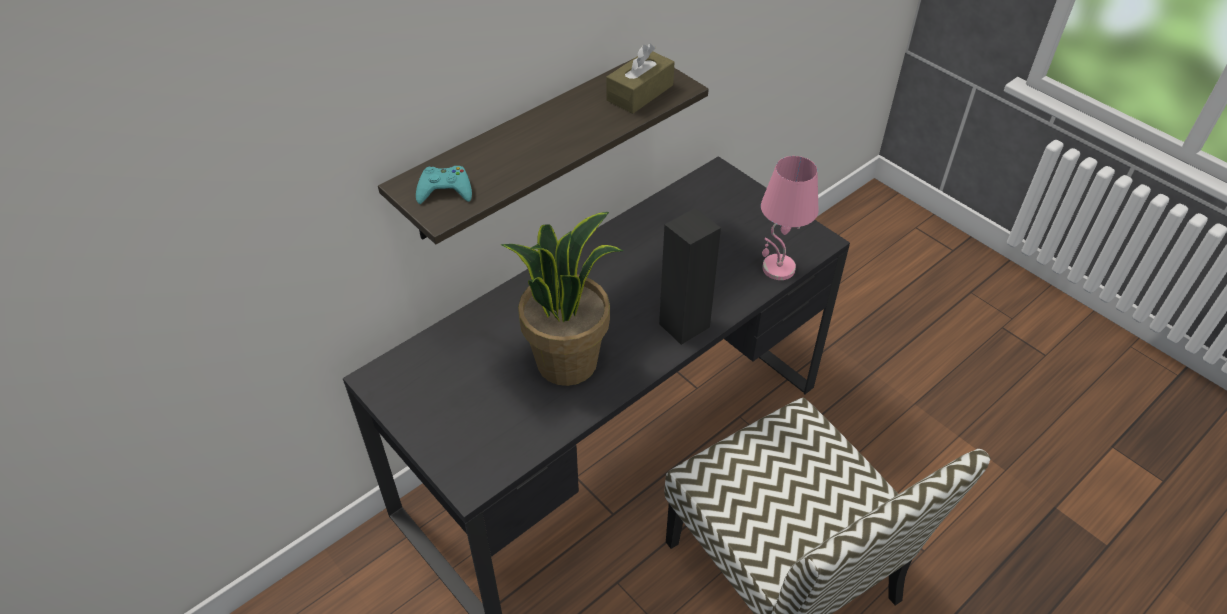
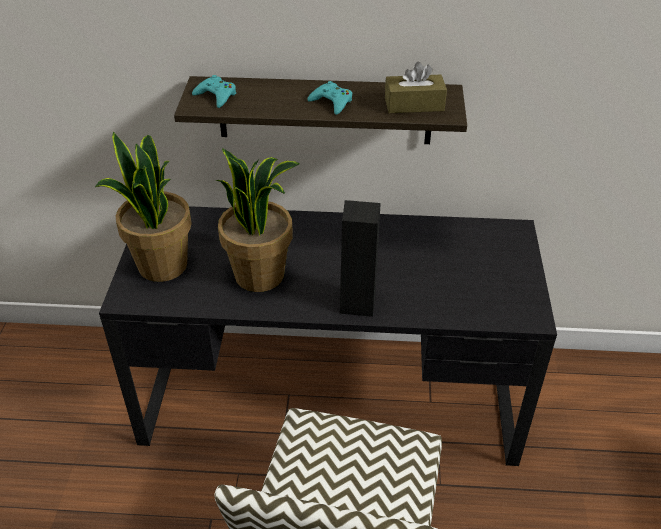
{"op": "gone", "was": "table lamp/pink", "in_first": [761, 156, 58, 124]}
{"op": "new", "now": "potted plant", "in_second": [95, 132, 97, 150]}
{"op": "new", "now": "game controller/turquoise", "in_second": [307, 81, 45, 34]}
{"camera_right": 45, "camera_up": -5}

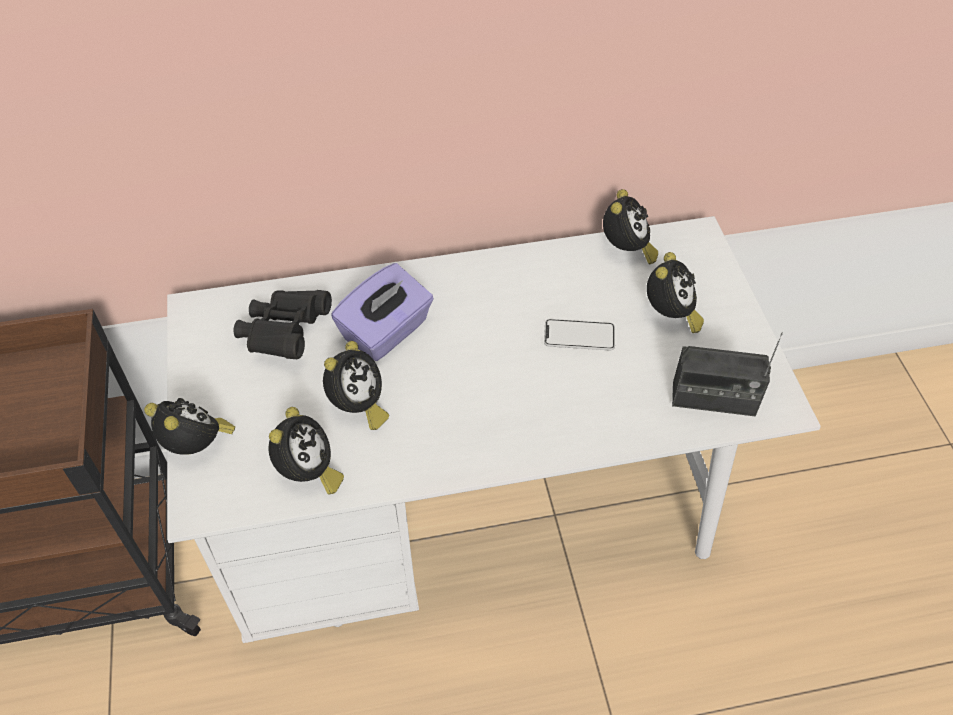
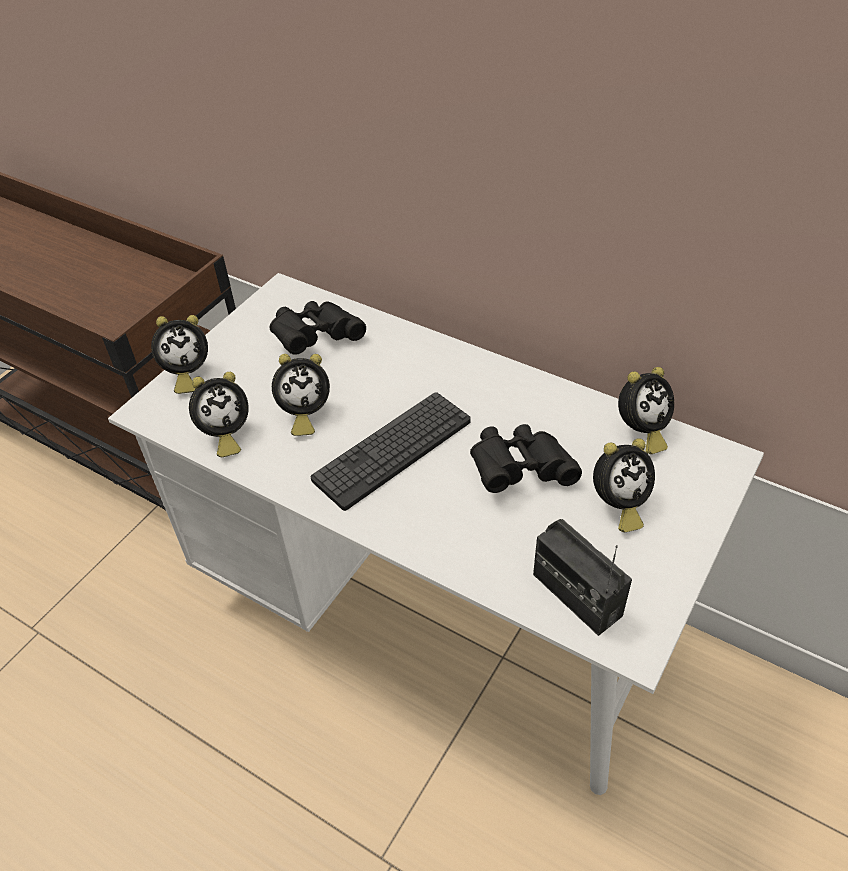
{"op": "rotated", "was": "alarm clock", "in_first": [144, 398, 91, 57], "in_second": [151, 315, 57, 79], "clockwise": 75}
{"op": "gone", "was": "tissue box/purple", "in_first": [331, 263, 103, 98]}
{"op": "swapped", "was": "phone", "now": "binoculars/black", "in_first": [544, 319, 71, 31], "in_second": [470, 424, 112, 69]}
{"op": "new", "now": "keyboard", "in_second": [311, 392, 160, 119]}
{"camera_right": 45, "camera_up": -5}

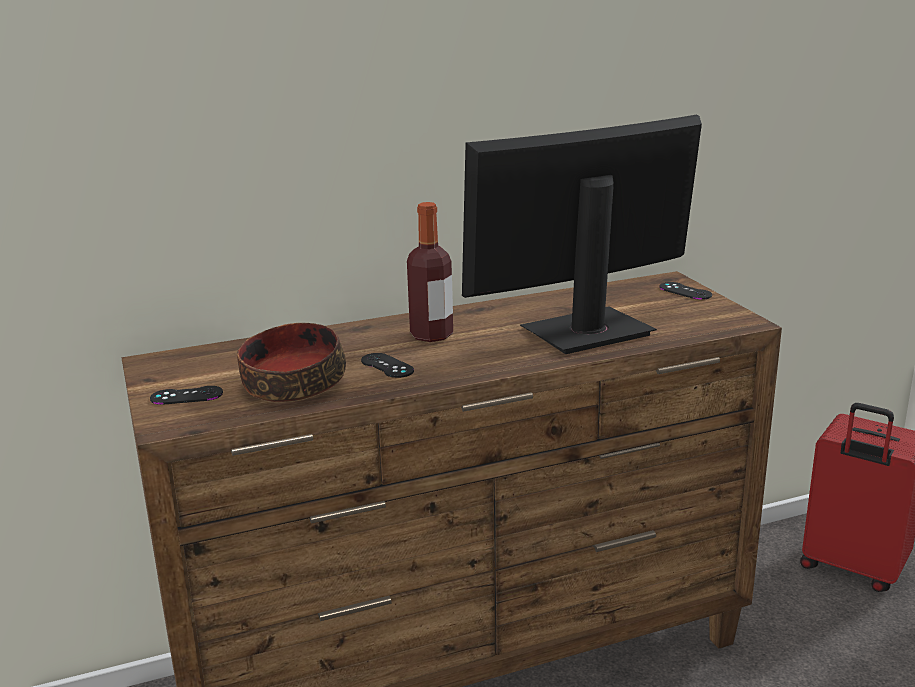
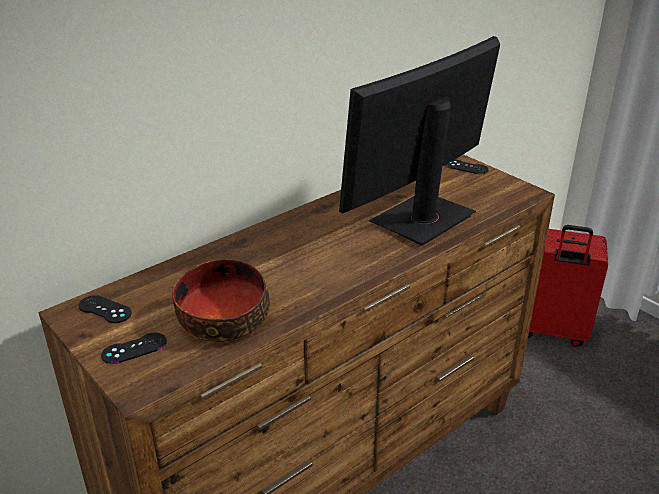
{"op": "shifted", "was": "game controller/black", "in_first": [361, 353, 53, 25], "in_second": [78, 295, 54, 28]}
{"op": "gone", "was": "bottle", "in_first": [407, 202, 46, 140]}
{"camera_right": -20, "camera_up": 10}

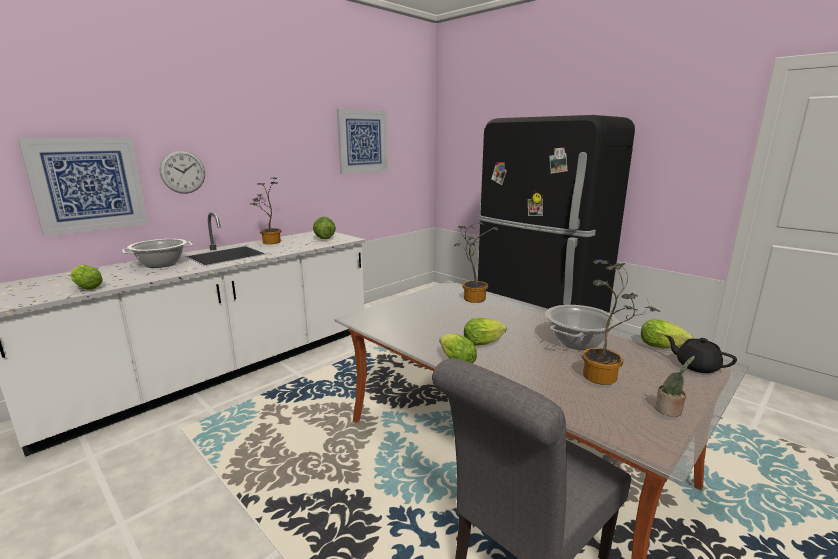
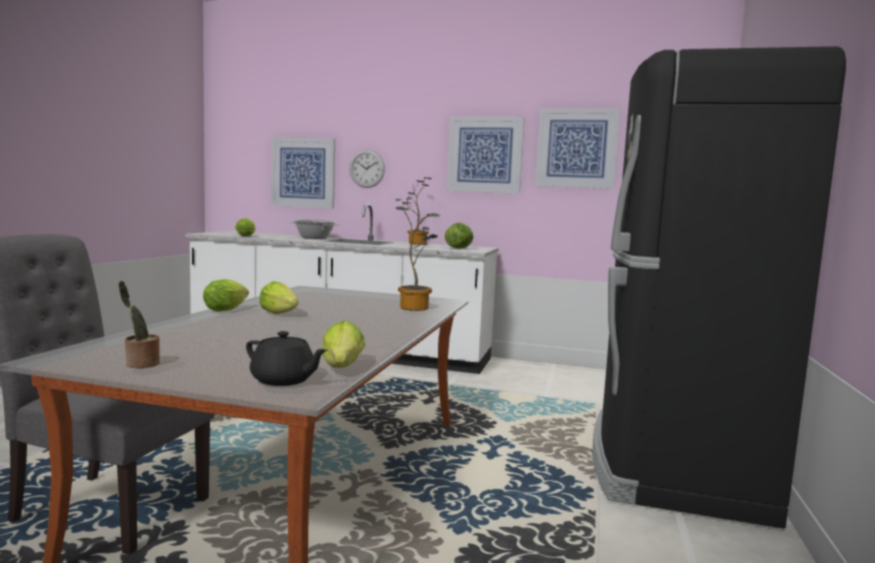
{"op": "gone", "was": "cooking pot", "in_first": [546, 305, 72, 45]}
{"op": "gone", "was": "potted plant", "in_first": [582, 260, 79, 125]}
{"op": "rotated", "was": "teapot/black", "in_first": [665, 335, 72, 38], "in_second": [246, 331, 81, 55], "clockwise": 105}
{"op": "new", "now": "picture", "in_second": [447, 116, 78, 78]}
{"camera_right": 60, "camera_up": -10}

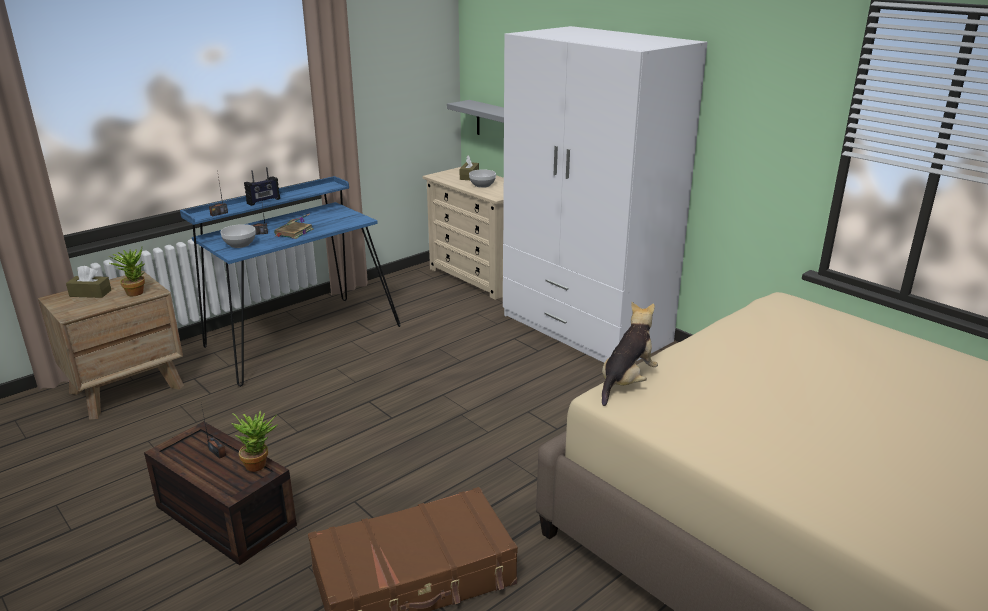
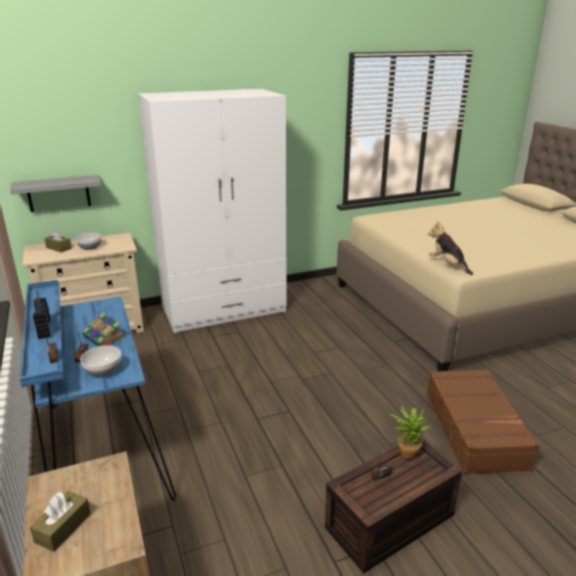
{"op": "gone", "was": "potted plant", "in_first": [109, 247, 36, 49]}
{"camera_right": -70, "camera_up": 0}

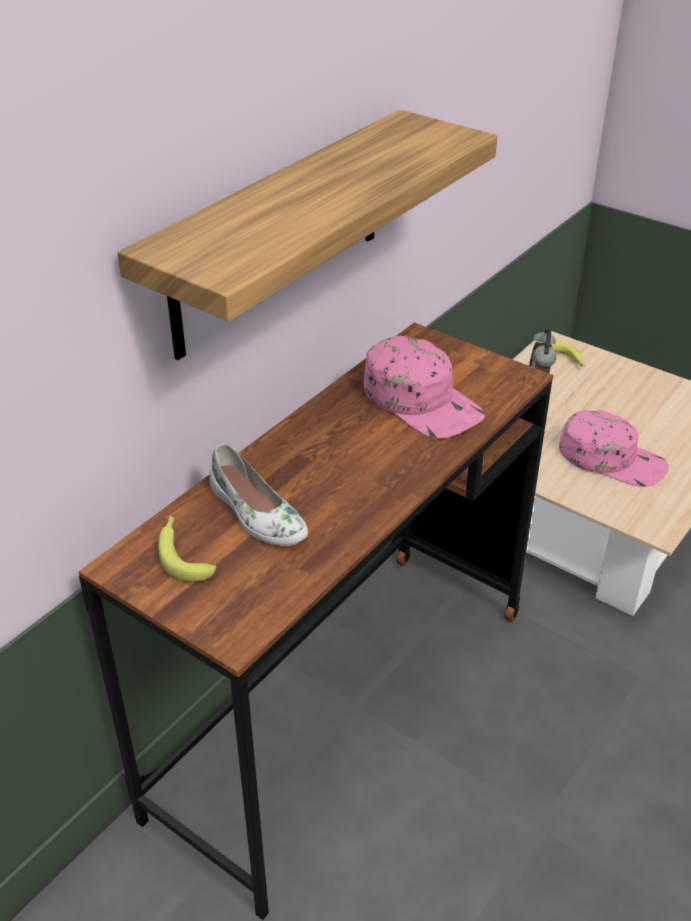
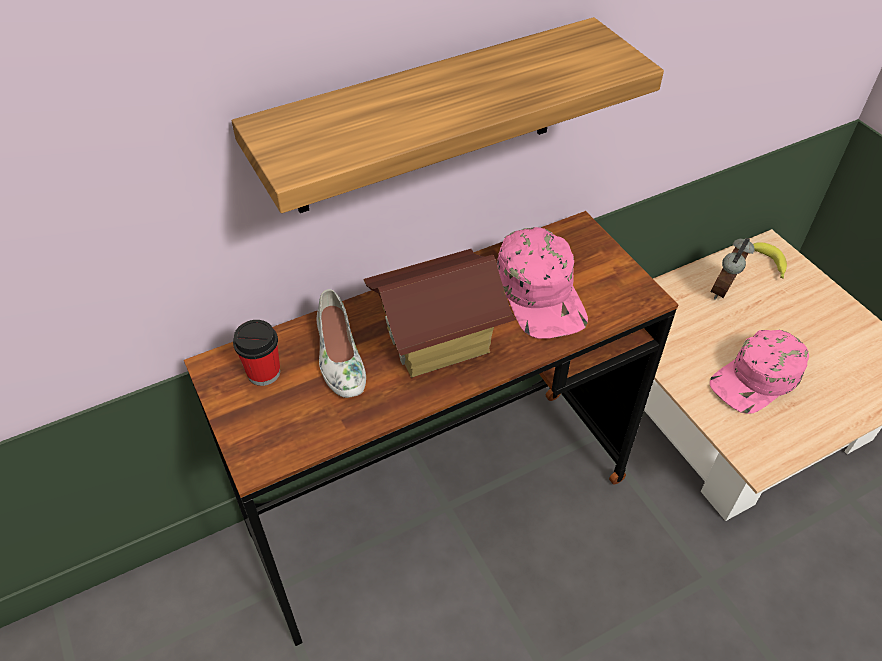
{"op": "swapped", "was": "banana", "now": "cup", "in_first": [158, 515, 58, 67], "in_second": [233, 320, 47, 66]}
{"op": "rotated", "was": "cap/pink", "in_first": [559, 410, 110, 77], "in_second": [710, 330, 99, 84], "clockwise": 90}
{"op": "new", "now": "toy house", "in_second": [363, 249, 153, 129]}
{"camera_right": 25, "camera_up": 10}

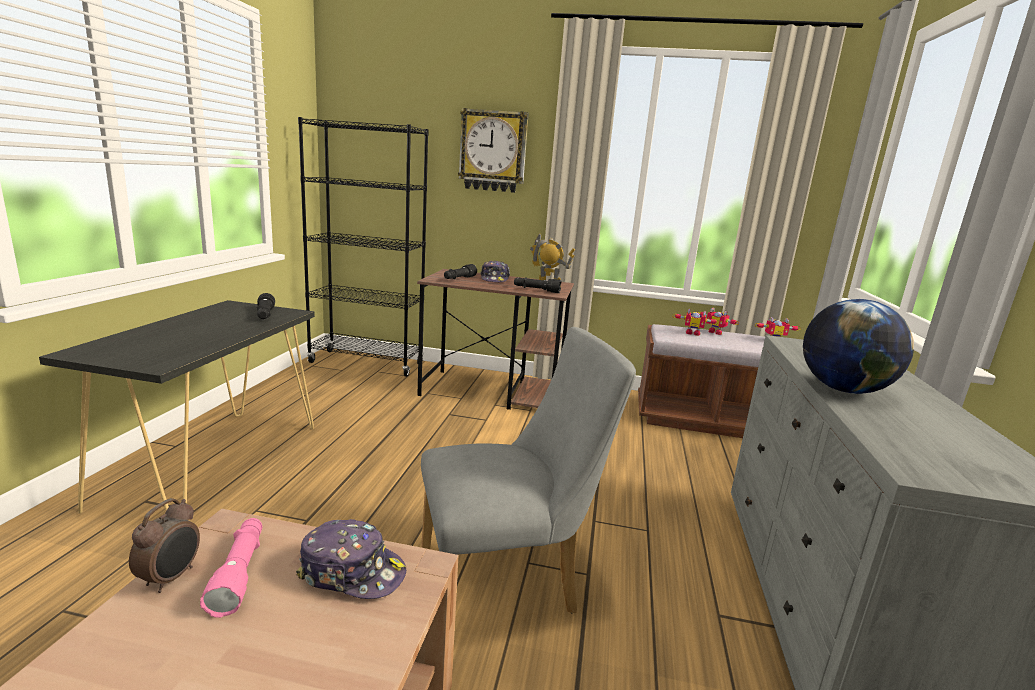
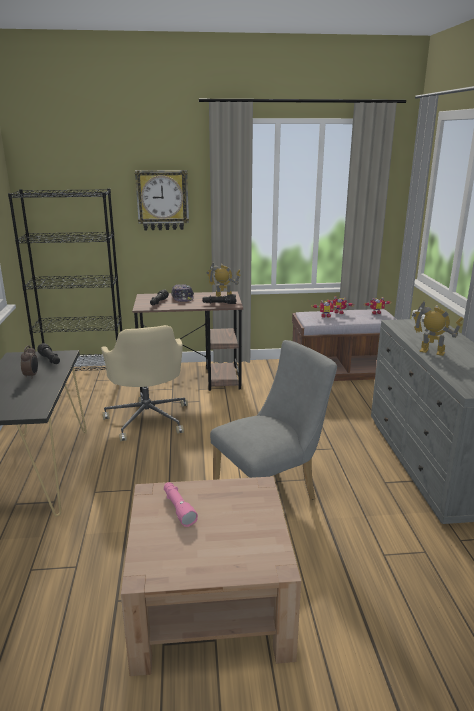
{"op": "shifted", "was": "alarm clock", "in_first": [129, 498, 71, 95], "in_second": [21, 345, 17, 34]}
{"op": "gone", "was": "cap", "in_first": [296, 519, 110, 80]}
{"op": "swapped", "was": "globe", "now": "toy robot", "in_first": [803, 299, 111, 95], "in_second": [412, 301, 52, 55]}
{"op": "new", "now": "office chair/beige", "in_second": [101, 325, 87, 116]}
{"camera_right": -15, "camera_up": 5}

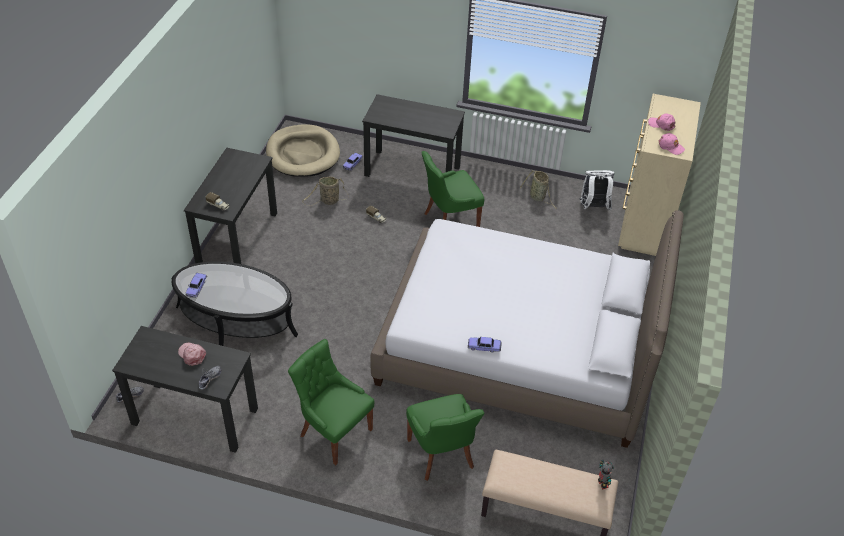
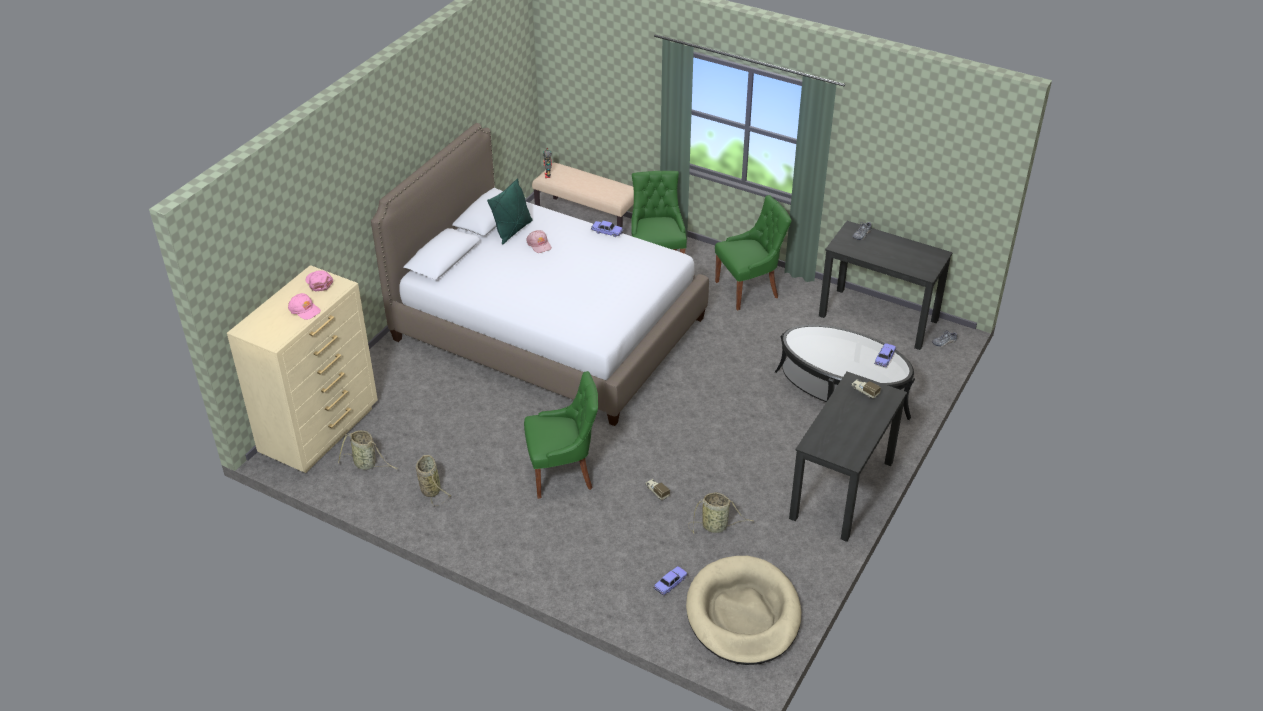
{"op": "shifted", "was": "cap/pink", "in_first": [178, 343, 28, 23], "in_second": [526, 230, 26, 23]}
{"op": "rotated", "was": "chair/green", "in_first": [288, 339, 87, 126], "in_second": [715, 195, 77, 115], "clockwise": -75}
{"op": "gone", "was": "desk/black", "in_first": [362, 94, 103, 83]}
{"op": "swapped", "was": "backpack/white", "now": "basket", "in_first": [579, 170, 35, 41], "in_second": [338, 430, 60, 40]}
{"op": "new", "now": "pillow/green", "in_second": [487, 178, 45, 66]}
{"camera_right": -165, "camera_up": -5}

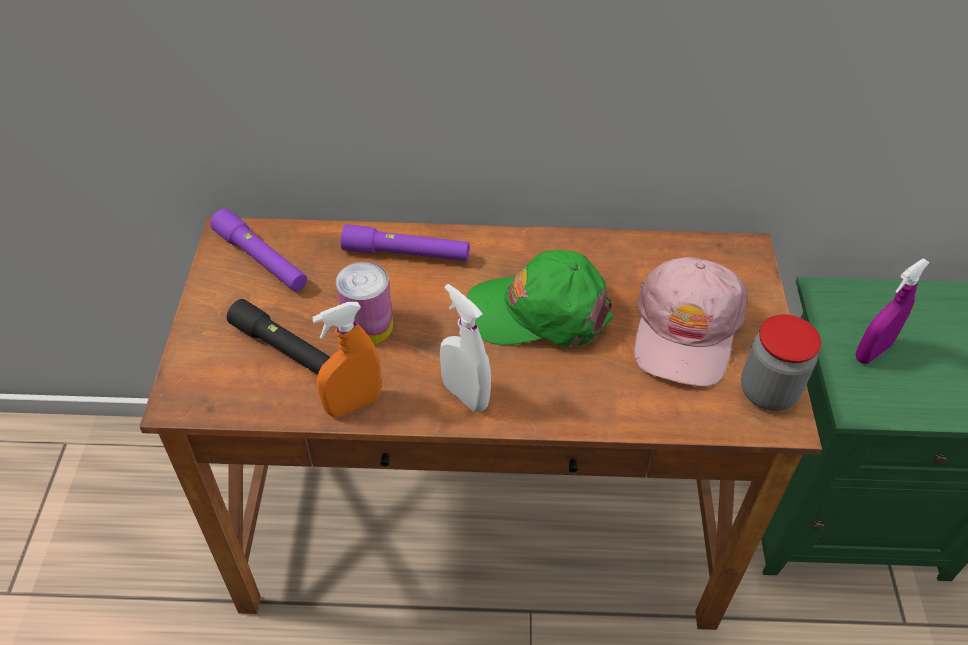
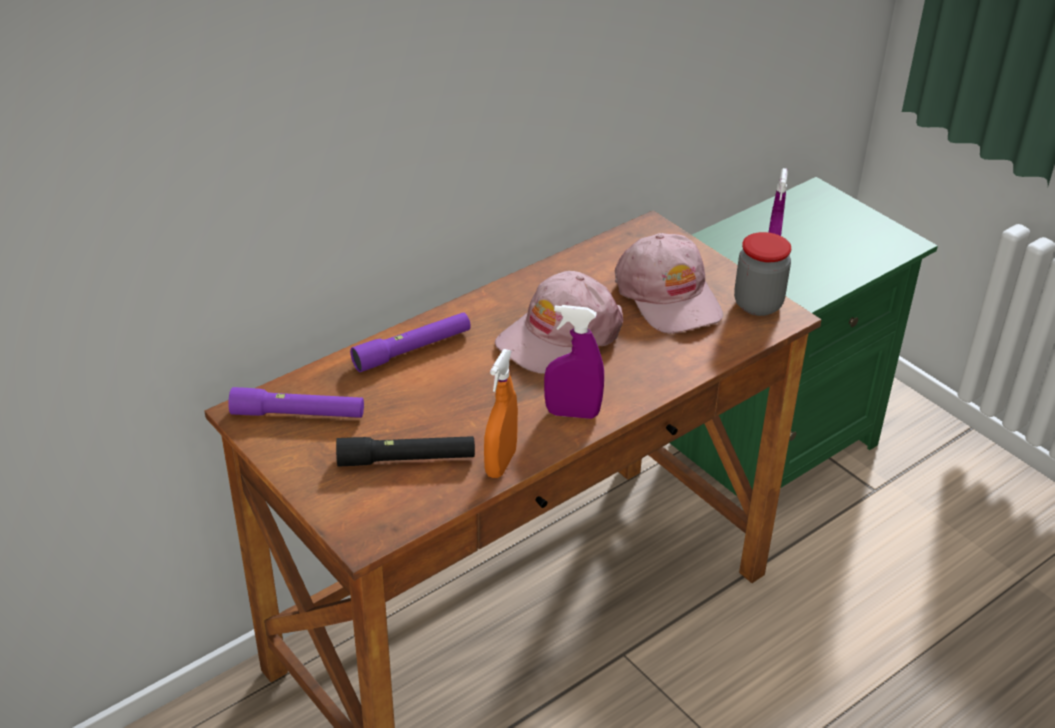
{"op": "gone", "was": "can", "in_first": [336, 262, 57, 83]}
{"op": "repainted", "was": "spray bottle/white", "now": "spray bottle/purple", "in_first": [440, 284, 51, 128], "in_second": [544, 305, 60, 114]}
{"op": "repainted", "was": "cap/green", "now": "cap/pink", "in_first": [467, 250, 146, 97], "in_second": [495, 271, 128, 103]}
{"camera_right": -40, "camera_up": -10}

